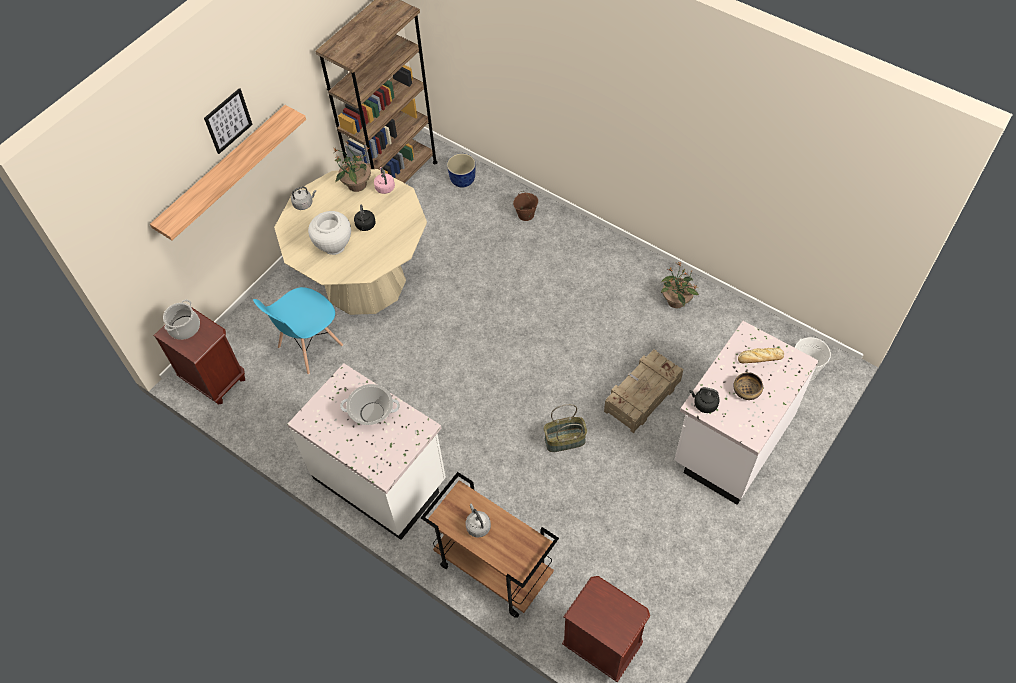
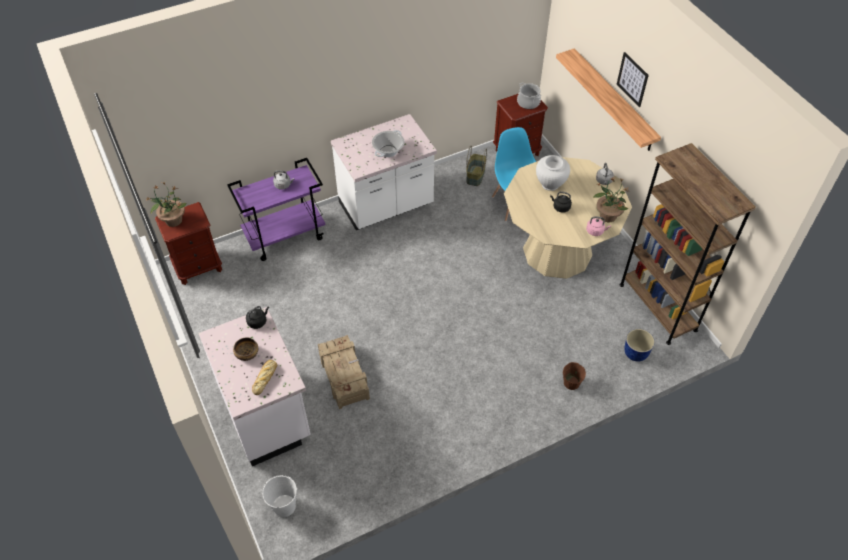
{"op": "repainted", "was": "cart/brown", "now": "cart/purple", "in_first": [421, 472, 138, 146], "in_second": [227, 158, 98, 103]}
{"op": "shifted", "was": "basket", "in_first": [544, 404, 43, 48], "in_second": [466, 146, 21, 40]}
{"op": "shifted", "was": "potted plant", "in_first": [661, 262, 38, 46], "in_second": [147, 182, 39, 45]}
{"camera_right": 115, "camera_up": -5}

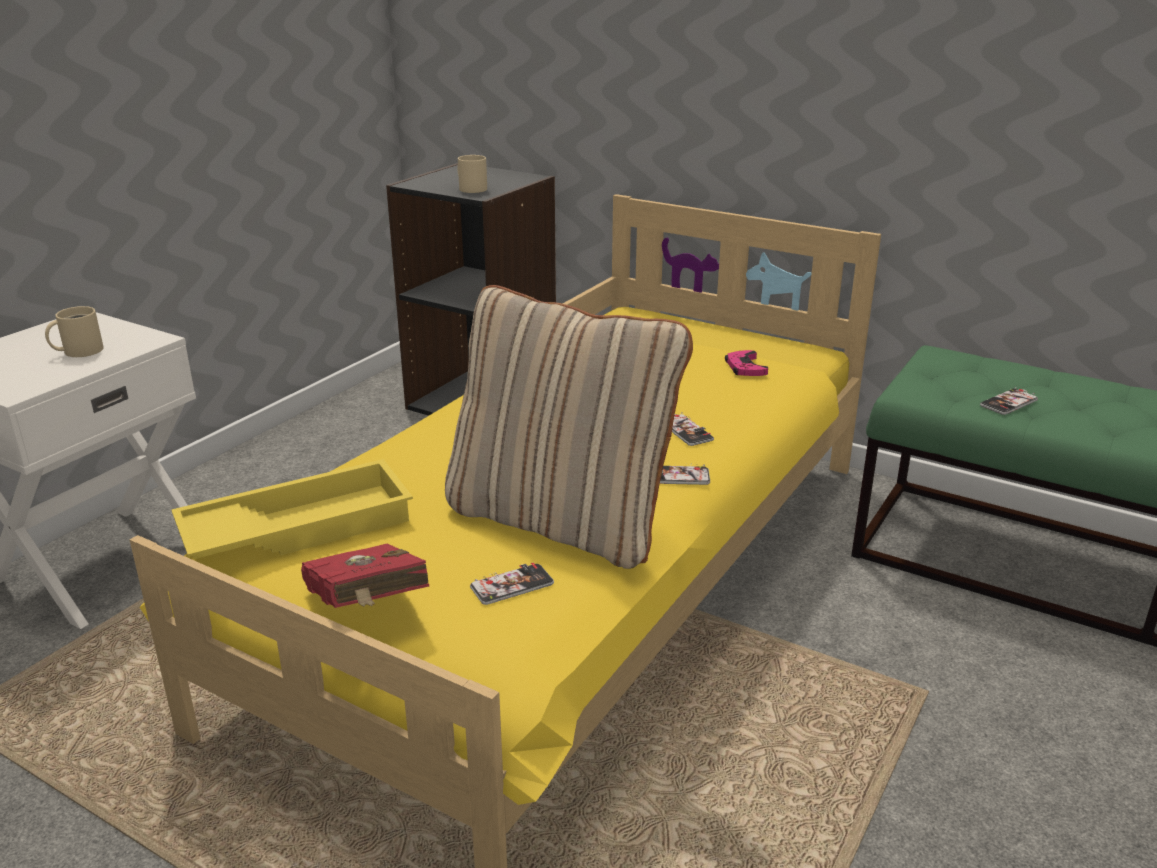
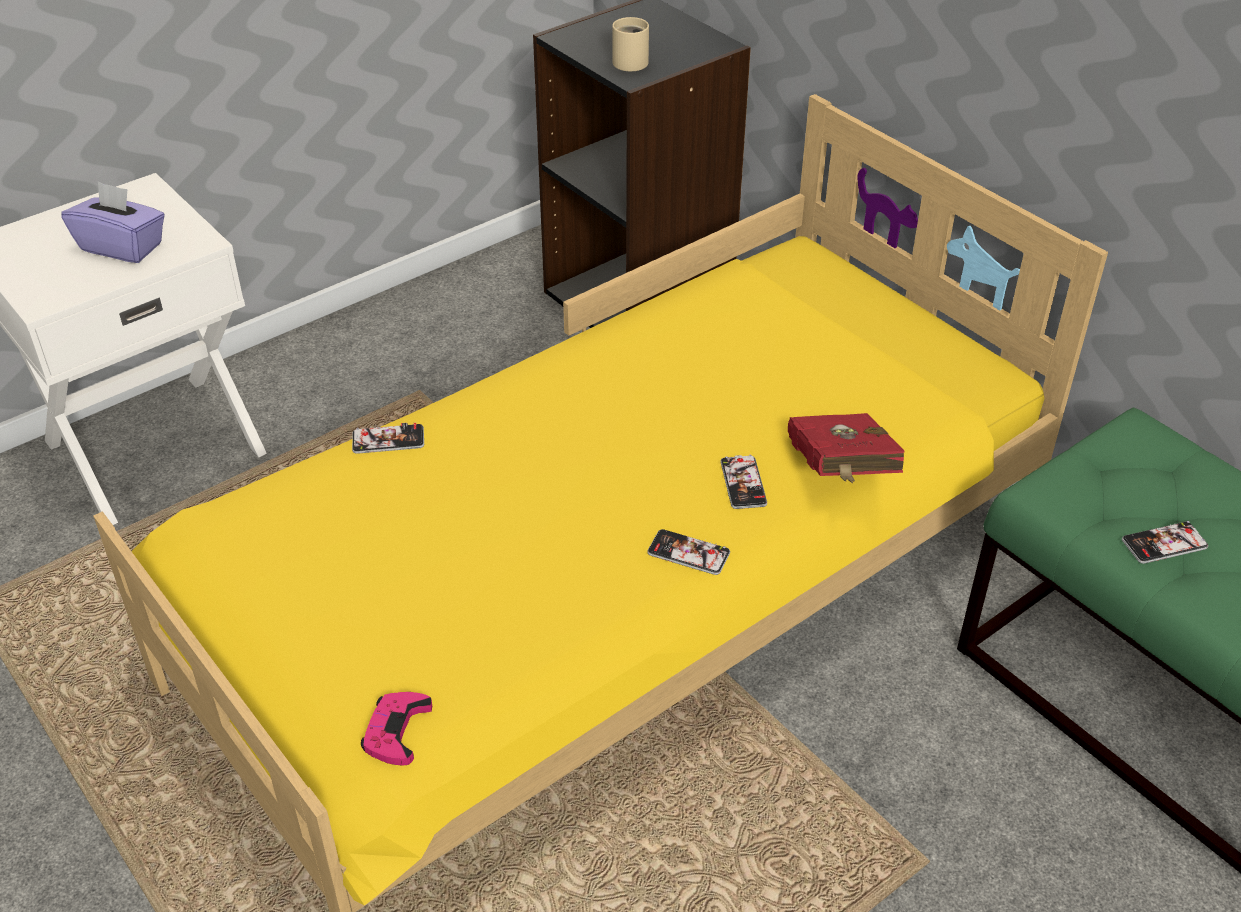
{"op": "swapped", "was": "mug/beige", "now": "tissue box/purple", "in_first": [45, 306, 59, 51], "in_second": [61, 181, 104, 82]}
{"op": "gone", "was": "tray/yellow", "in_first": [171, 459, 242, 100]}
{"op": "shifted", "was": "book/red", "in_first": [301, 543, 128, 65], "in_second": [788, 413, 117, 70]}
{"op": "gone", "was": "pillow/beige", "in_first": [445, 285, 248, 284]}
{"op": "shifted", "was": "phone", "in_first": [470, 563, 84, 42], "in_second": [352, 423, 72, 31]}
{"op": "shifted", "was": "game controller/pink", "in_first": [725, 350, 43, 26], "in_second": [361, 692, 71, 74]}
{"camera_right": 20, "camera_up": 15}

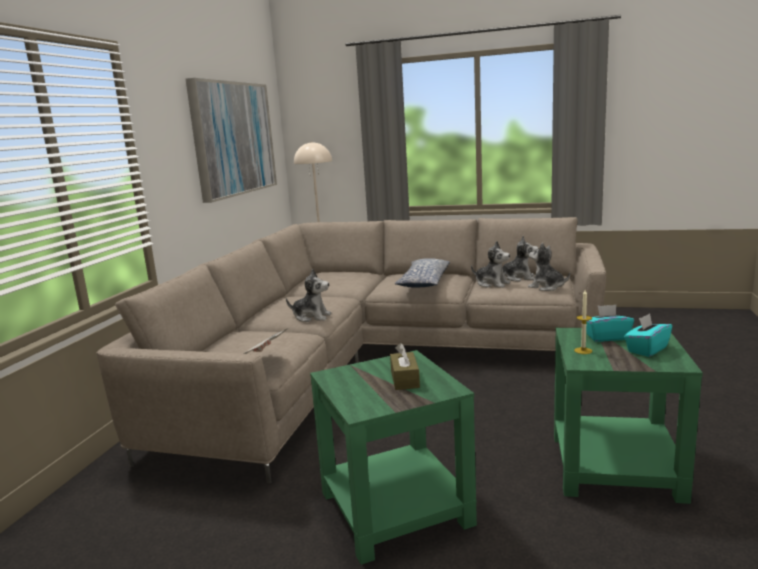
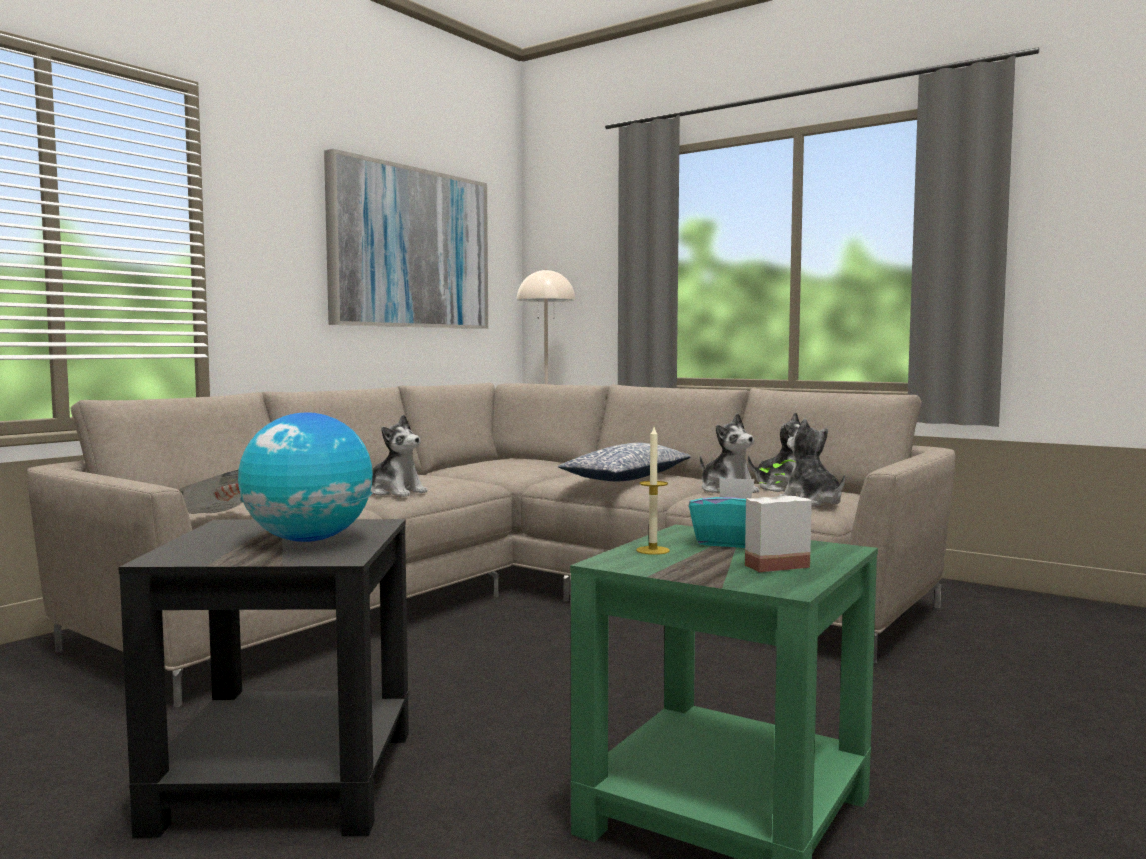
{"op": "repainted", "was": "side table/green", "now": "side table/black", "in_first": [310, 350, 167, 215], "in_second": [118, 519, 291, 319]}
{"op": "swapped", "was": "tissue box/brown", "now": "globe", "in_first": [390, 343, 30, 47], "in_second": [238, 413, 135, 129]}
{"op": "swapped", "was": "tissue box/turquoise", "now": "potted plant", "in_first": [624, 314, 48, 43], "in_second": [745, 459, 67, 113]}
{"camera_right": 20, "camera_up": -10}

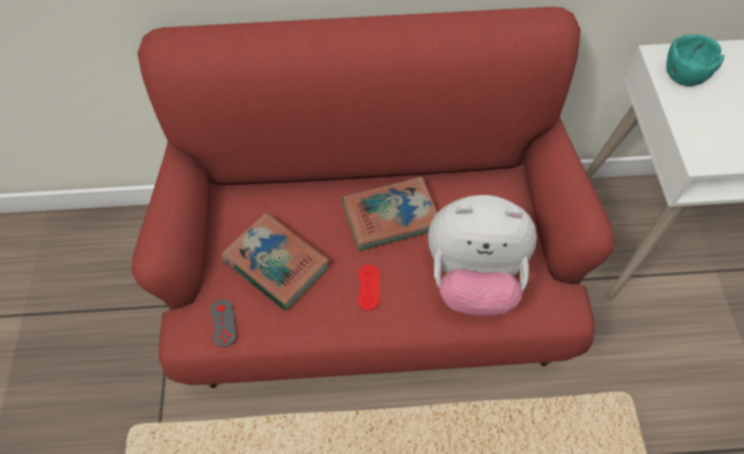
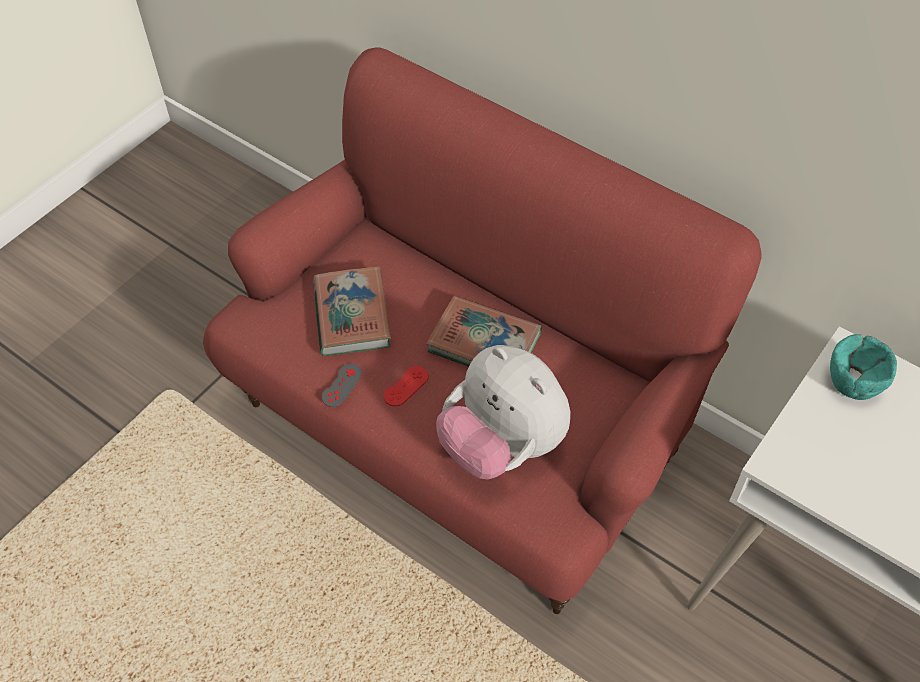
{"op": "shifted", "was": "game controller/grey", "in_first": [210, 299, 26, 48], "in_second": [322, 364, 40, 43]}
{"camera_right": 40, "camera_up": -5}

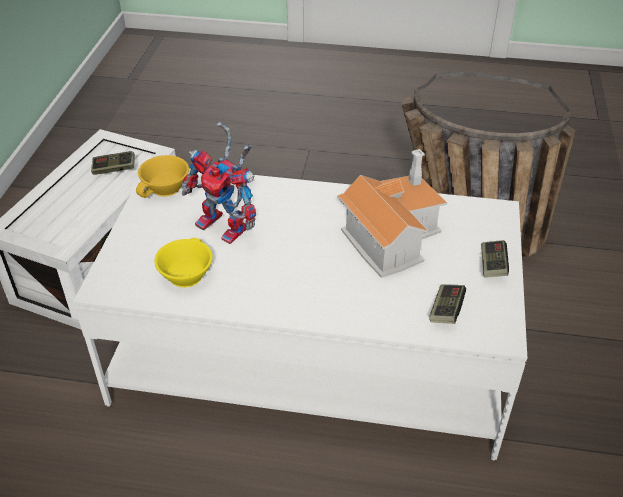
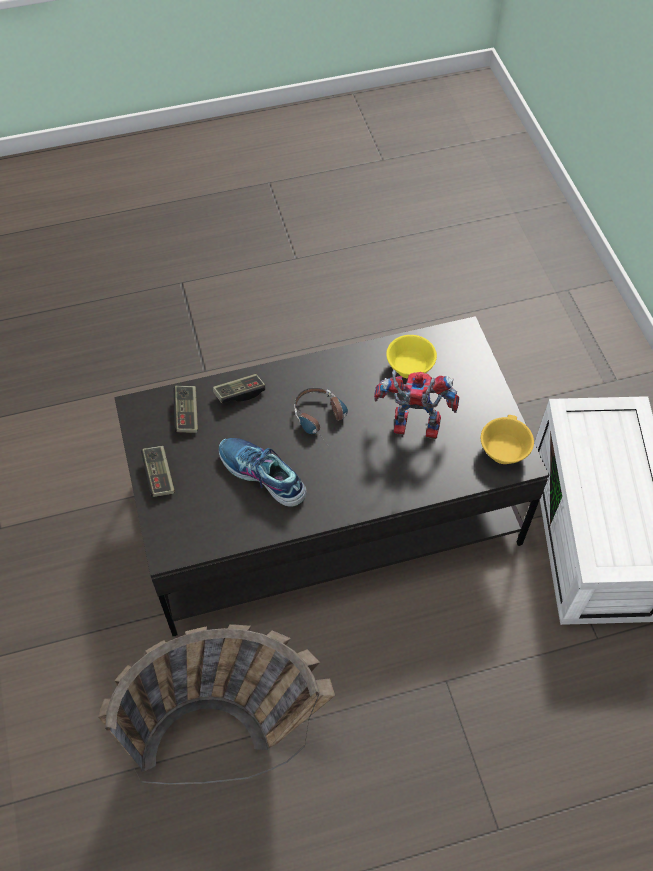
{"op": "repainted", "was": "coffee table/white", "now": "coffee table/black", "in_first": [73, 168, 454, 292], "in_second": [114, 316, 435, 320]}
{"op": "shifted", "was": "game controller", "in_first": [91, 151, 44, 24], "in_second": [213, 374, 52, 29]}
{"op": "swapped", "was": "toy house", "now": "shoe", "in_first": [337, 149, 110, 129], "in_second": [219, 438, 88, 69]}
{"op": "new", "now": "headphones", "in_second": [295, 388, 53, 59]}
{"camera_right": 155, "camera_up": 15}

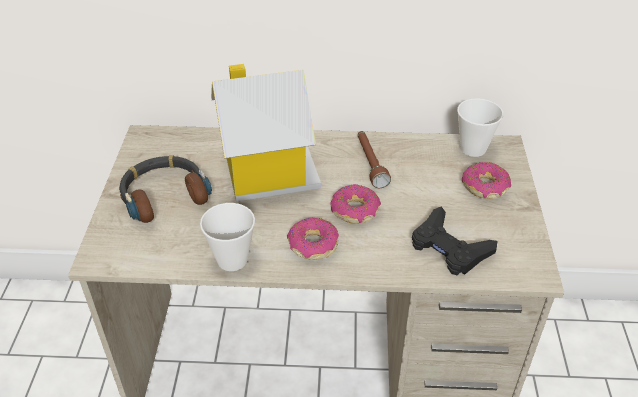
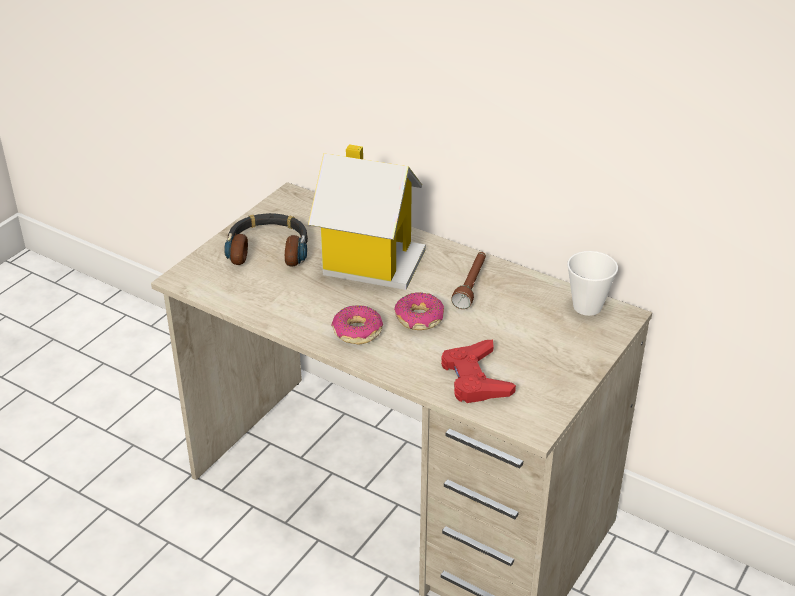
{"op": "gone", "was": "cup", "in_first": [200, 203, 55, 68]}
{"op": "repainted", "was": "game controller/black", "now": "game controller/red", "in_first": [412, 206, 85, 70], "in_second": [441, 340, 75, 63]}
{"op": "gone", "was": "donut", "in_first": [462, 162, 49, 37]}
{"camera_right": 30, "camera_up": -5}

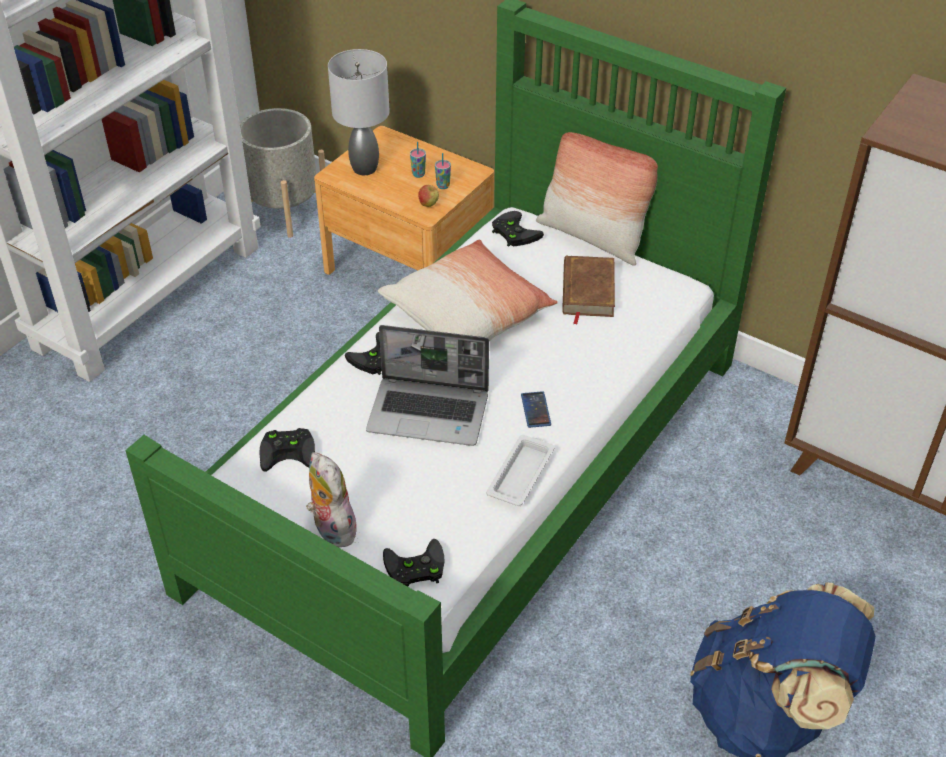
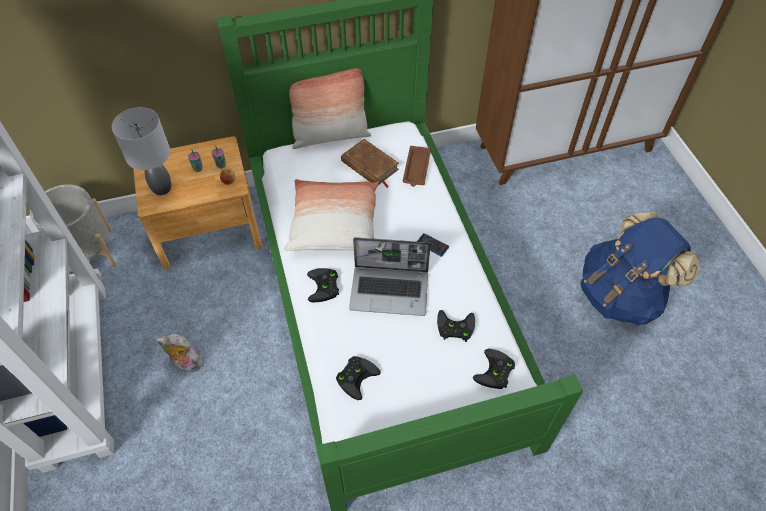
{"op": "shifted", "was": "plush toy", "in_first": [306, 452, 51, 95], "in_second": [156, 334, 47, 39]}
{"op": "rotated", "was": "laptop", "in_first": [366, 325, 123, 121], "in_second": [349, 237, 82, 79], "clockwise": 45}
{"op": "gone", "was": "tray/white", "in_first": [486, 435, 69, 71]}
{"op": "shifted", "was": "game controller/black", "in_first": [492, 211, 52, 36], "in_second": [437, 310, 38, 32]}
{"op": "new", "now": "tray/brown", "in_second": [403, 146, 28, 41]}
{"camera_right": -50, "camera_up": 10}

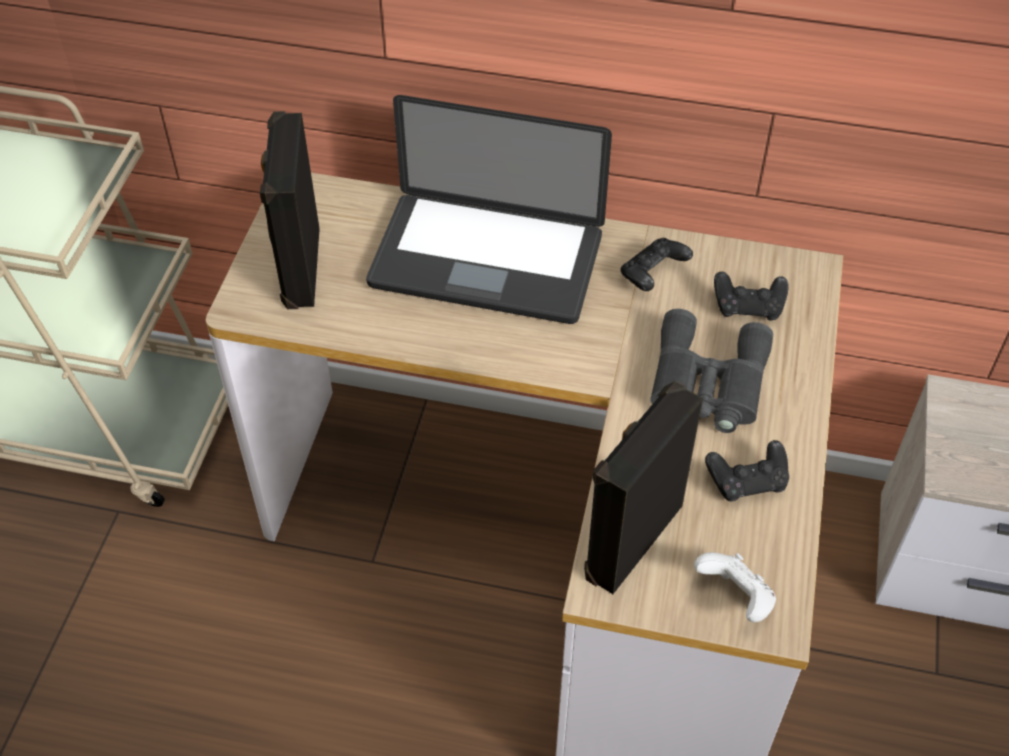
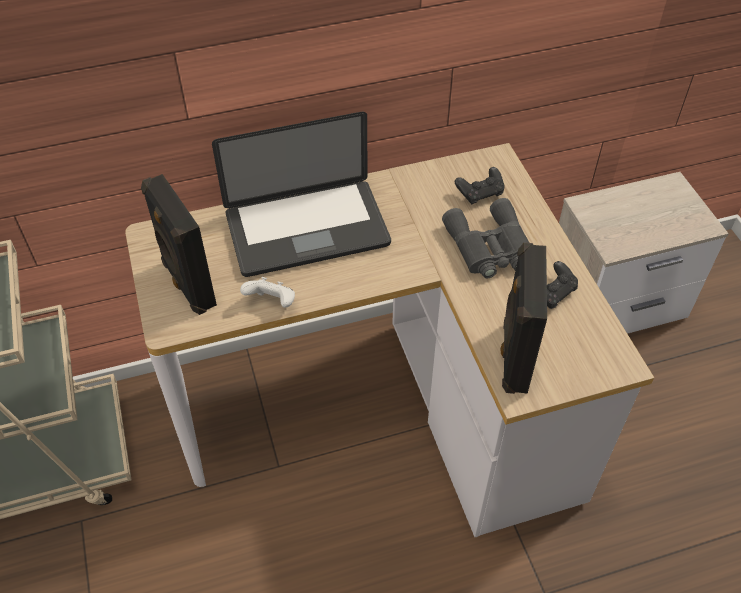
{"op": "gone", "was": "game controller/black", "in_first": [620, 238, 73, 53]}
{"op": "shifted", "was": "game controller/white", "in_first": [694, 552, 82, 70], "in_second": [240, 277, 55, 31]}
{"camera_right": -30, "camera_up": 0}

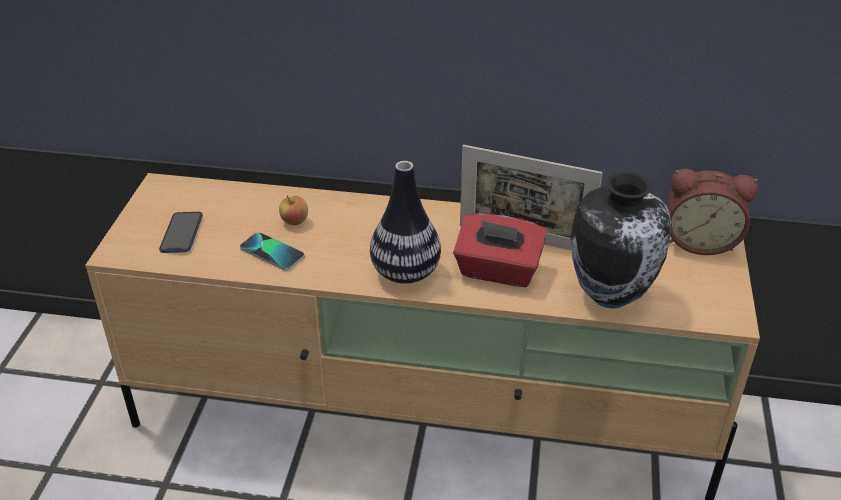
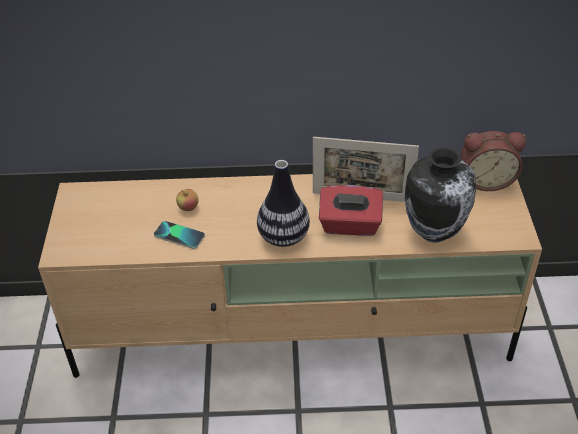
{"op": "gone", "was": "phone", "in_first": [159, 212, 44, 41]}
{"camera_right": -10, "camera_up": 5}

